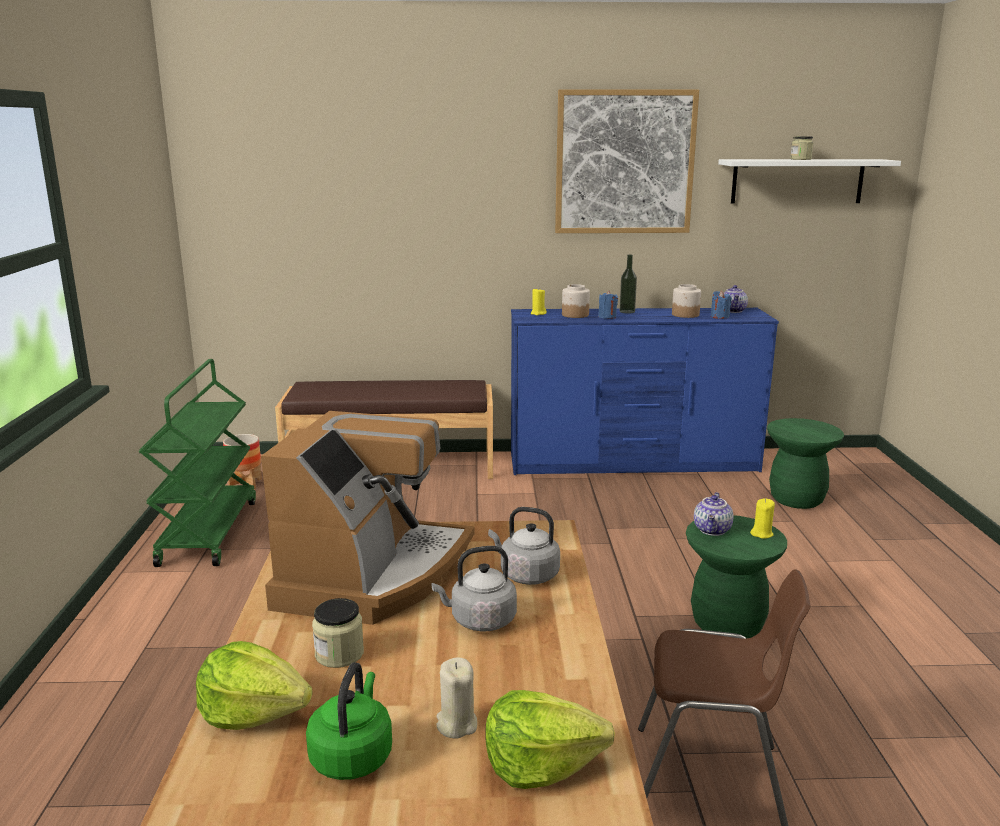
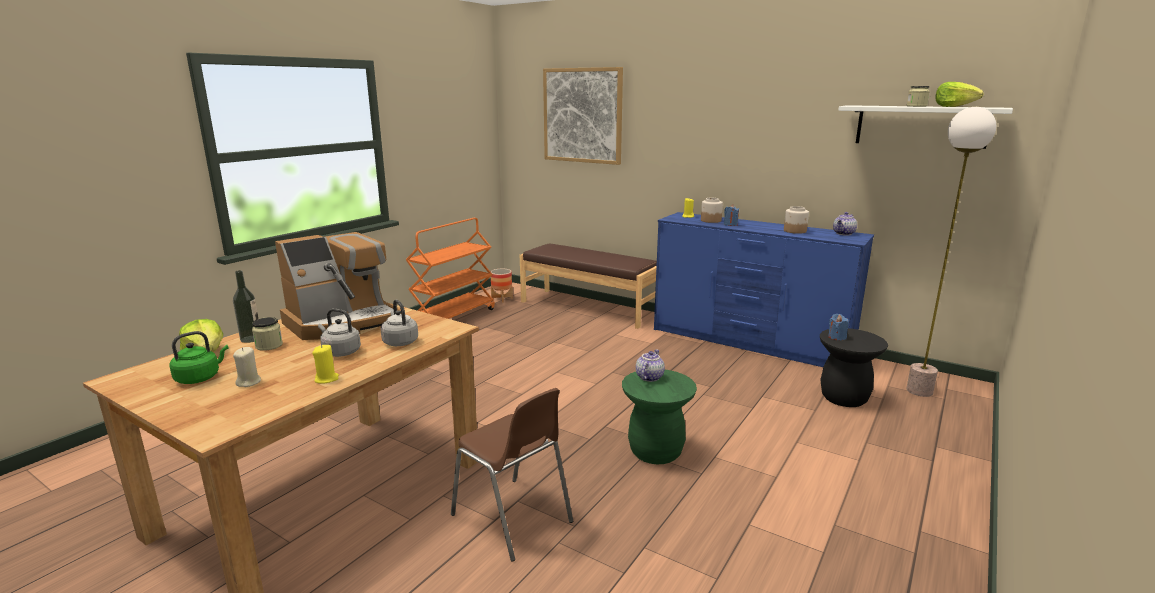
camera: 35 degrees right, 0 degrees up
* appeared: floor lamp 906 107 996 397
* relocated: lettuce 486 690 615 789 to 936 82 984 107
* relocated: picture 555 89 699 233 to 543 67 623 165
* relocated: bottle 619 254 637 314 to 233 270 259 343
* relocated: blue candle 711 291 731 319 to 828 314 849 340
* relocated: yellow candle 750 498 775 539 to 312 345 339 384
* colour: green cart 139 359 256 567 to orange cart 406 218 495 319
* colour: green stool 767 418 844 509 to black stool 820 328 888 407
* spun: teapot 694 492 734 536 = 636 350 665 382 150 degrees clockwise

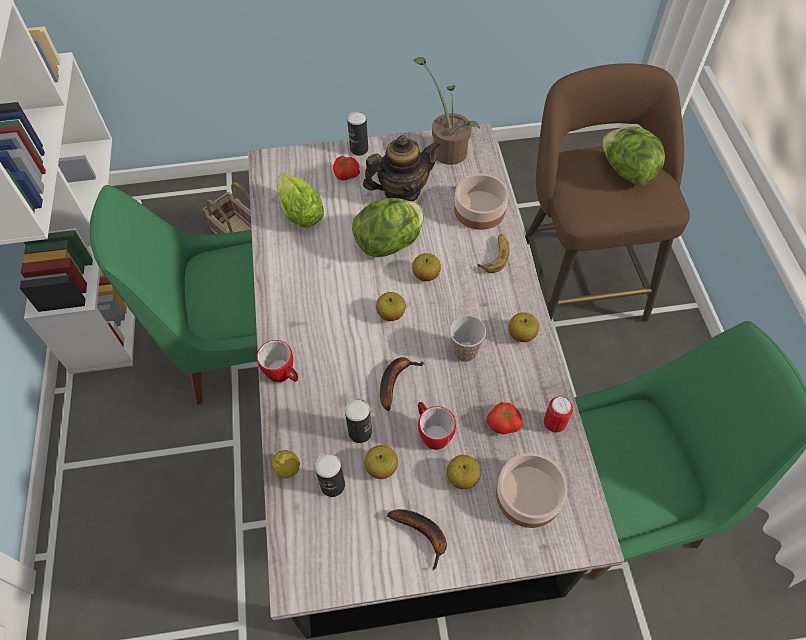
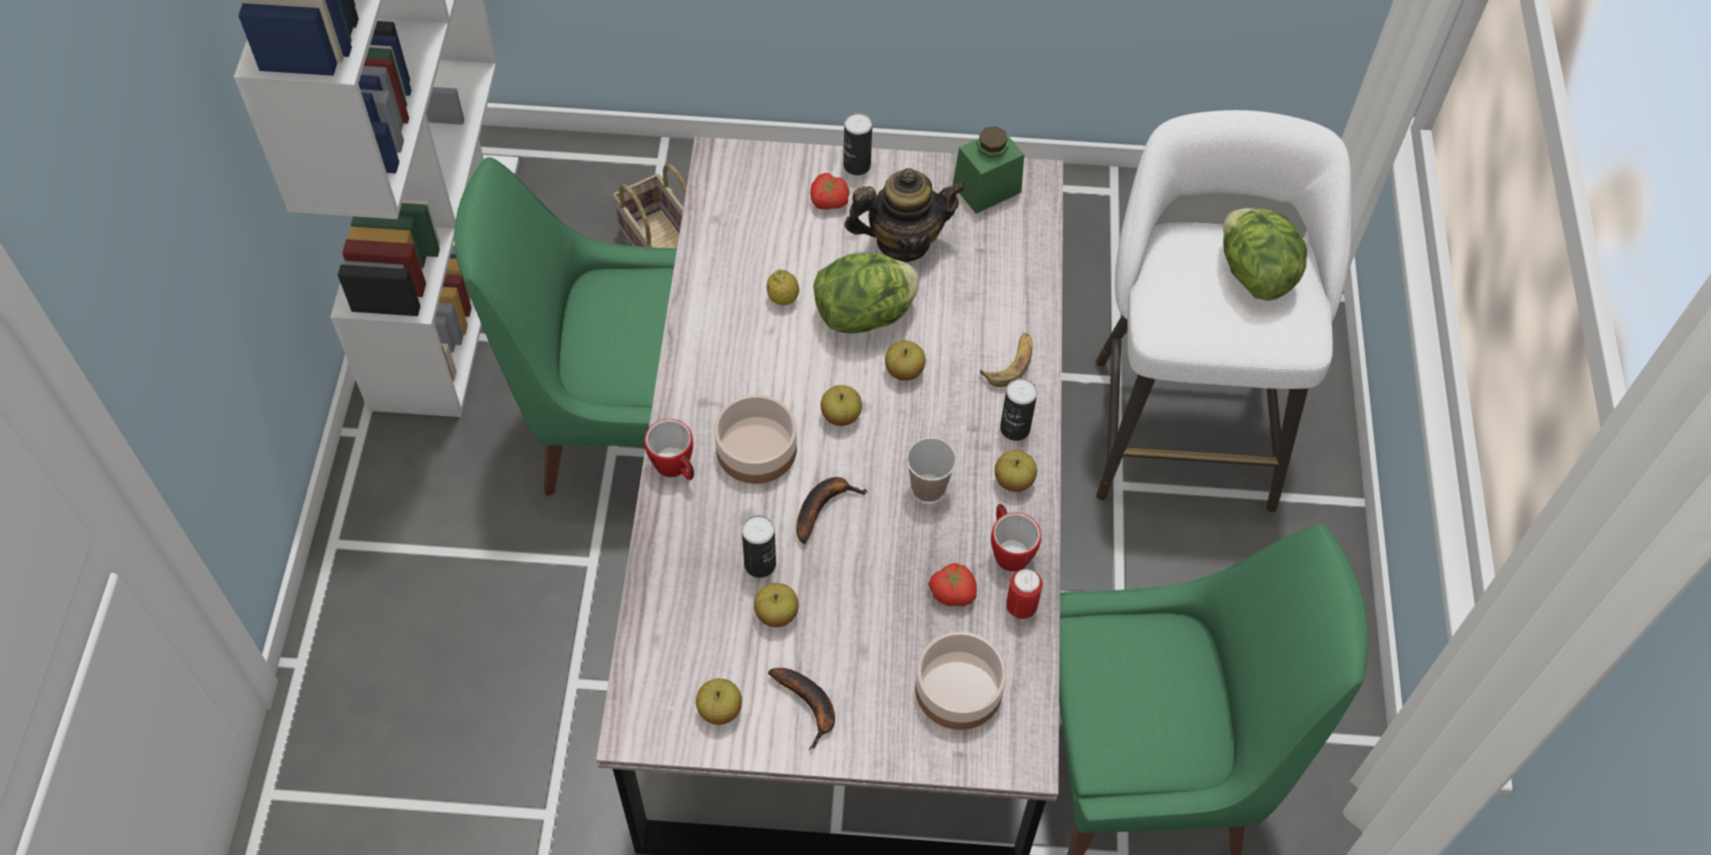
camera: 10 degrees right, 0 degrees up
* missing: lettuce 277 174 324 228
* relocated: lemon 272 450 300 478 to 767 269 799 305
* relocated: can 315 453 345 497 to 1000 378 1037 441
* relocated: mug 418 402 456 450 to 991 504 1041 572
* relocated: apple 447 455 481 489 to 696 678 742 725
* relocated: bowl 454 174 508 230 to 714 394 797 484
* exchanged: potted plant 414 57 480 165 to green jar 953 126 1024 214
* colour: brown stool 525 63 690 322 to white stool 1096 110 1352 512

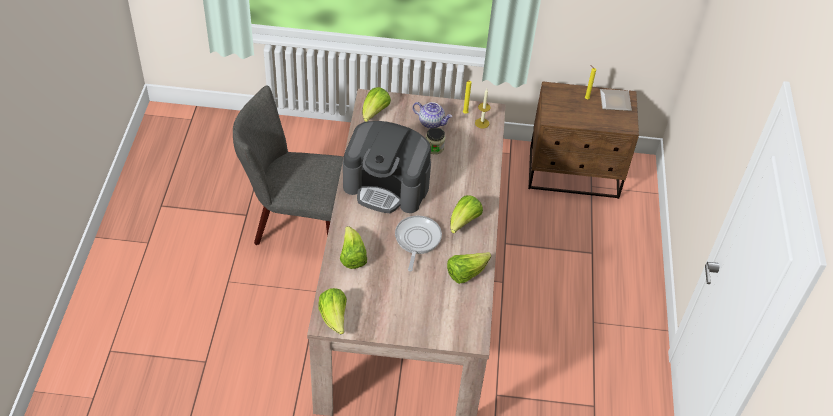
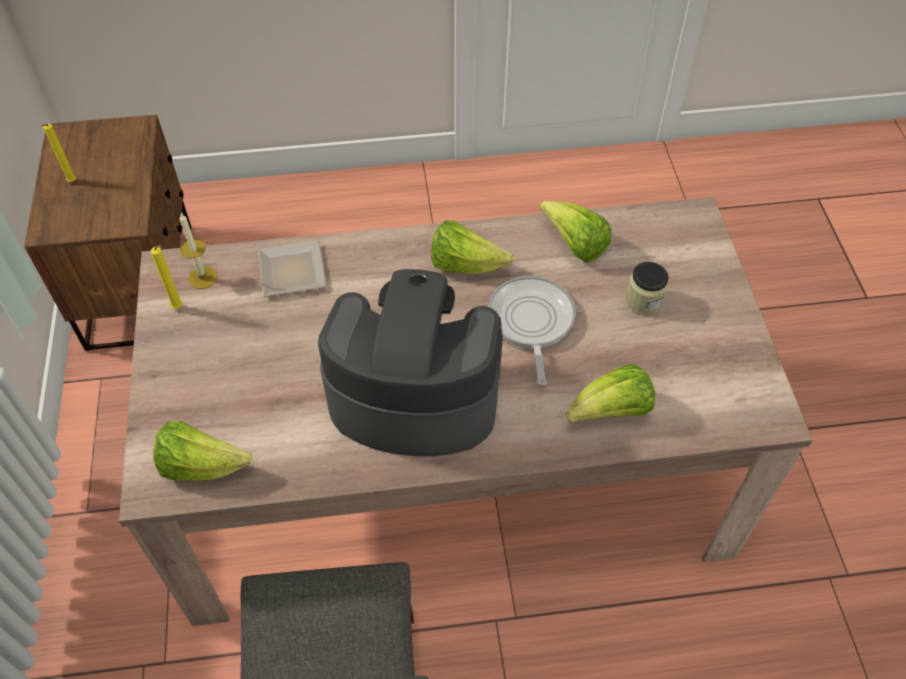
camera: 100 degrees left, 5 degrees up
* missing: lettuce 318 288 347 334
* missing: teapot 412 102 452 129
* relocated: jar 426 127 445 154 to 625 262 669 315
* relocated: plate 600 89 632 111 to 258 241 327 297
* spun: coffee machine 343 121 431 213 = 318 269 503 456 90 degrees counterclockwise
* spun: frying pan 395 216 442 272 = 488 276 575 386 90 degrees clockwise

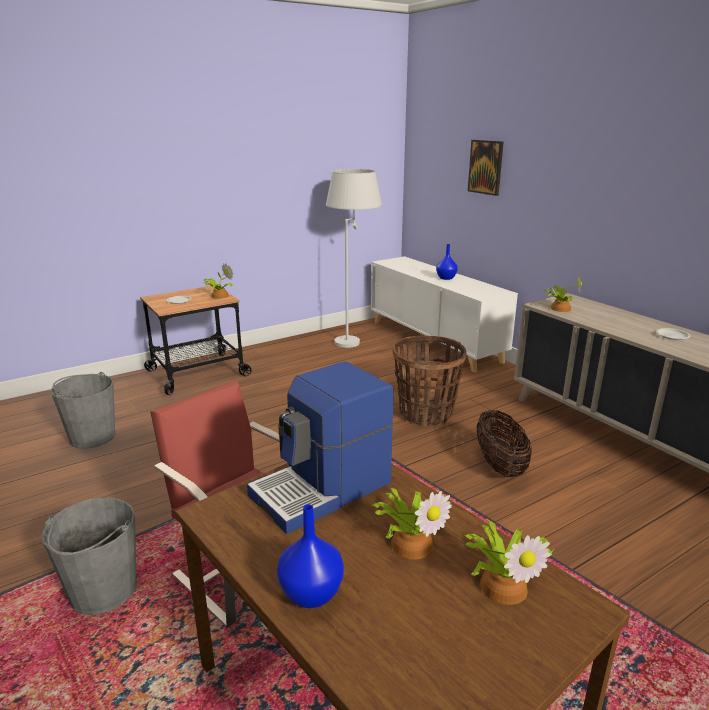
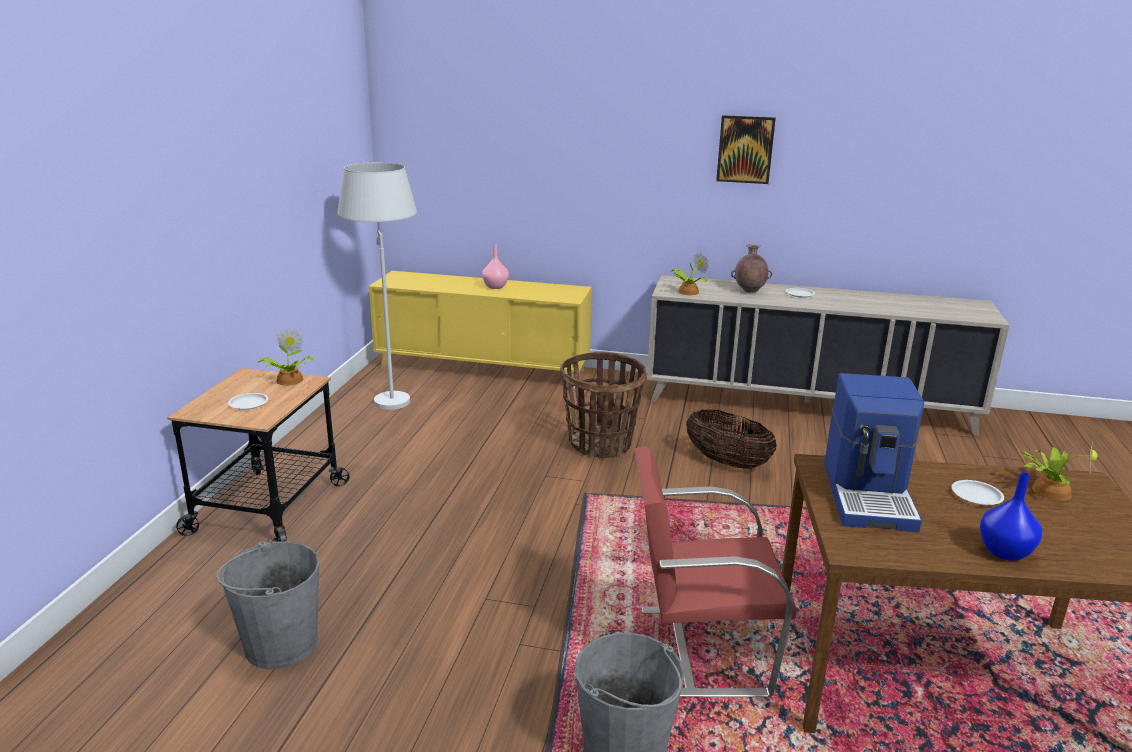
camera: 45 degrees left, 0 degrees up
* appeared: brown vase 731 244 772 293
* relocated: picture 468 140 504 196 to 716 115 776 184
* exchanged: potted plant 371 488 452 560 to white plate 952 480 1004 505
* colour: white cabinet 371 256 518 373 to yellow cabinet 369 271 592 388
* colour: blue vase 436 244 458 280 to pink vase 482 244 509 289

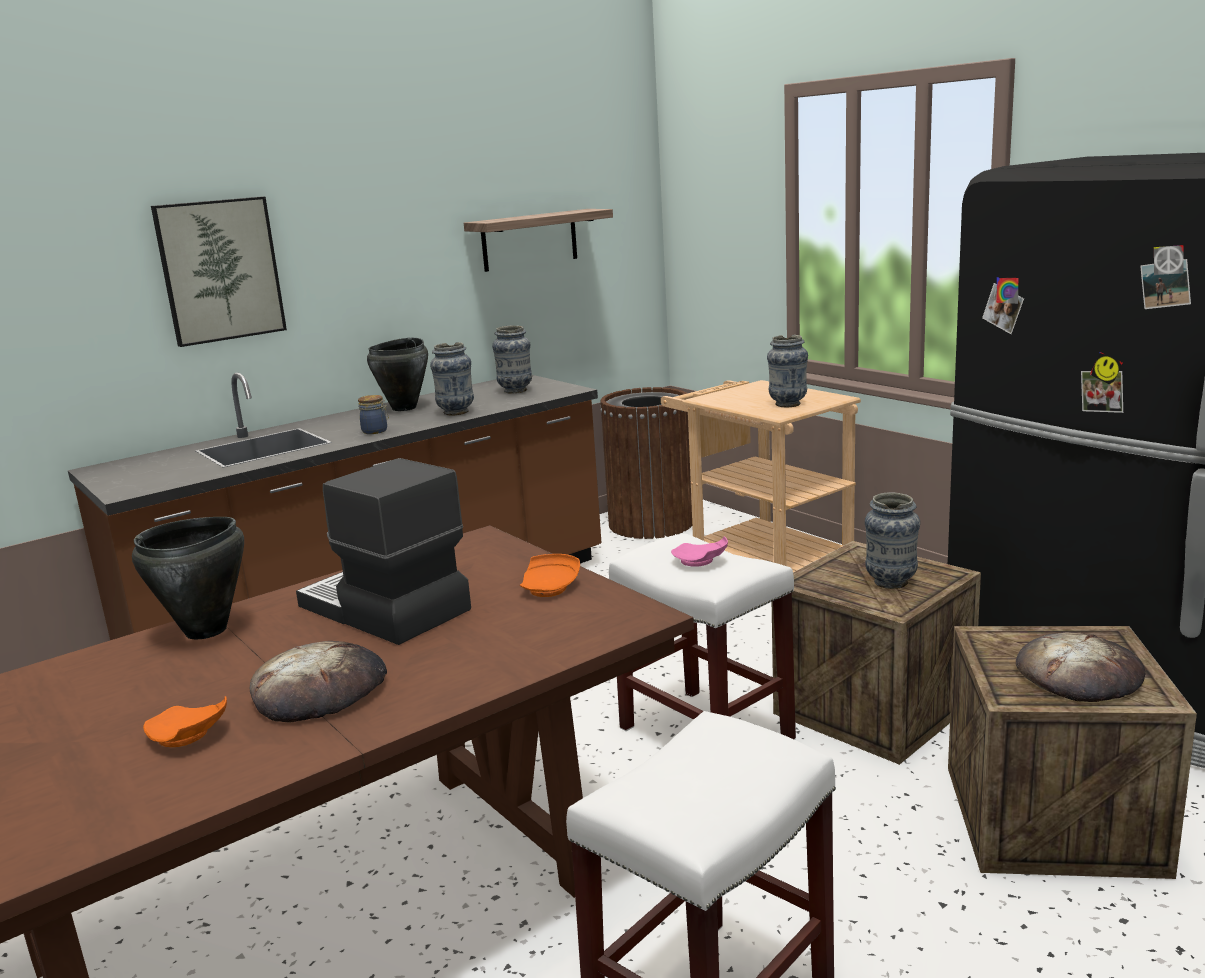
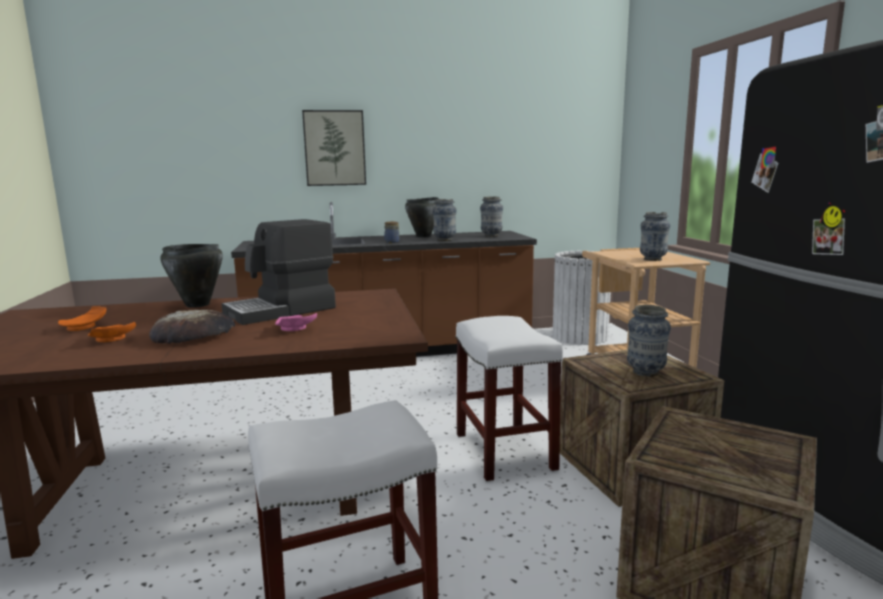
camera: 25 degrees right, 5 degrees down
* missing: shelf 464 209 613 272
* missing: bread 1016 632 1146 702
* relocated: orange plate 520 554 580 597 to 58 307 106 331
* relocated: pink plate 671 536 728 566 to 275 313 317 331
* colour: brown trash can 600 387 692 539 to white trash can 553 251 611 345
* spun: coffee machine 296 458 471 645 = 222 219 336 325 105 degrees counterclockwise

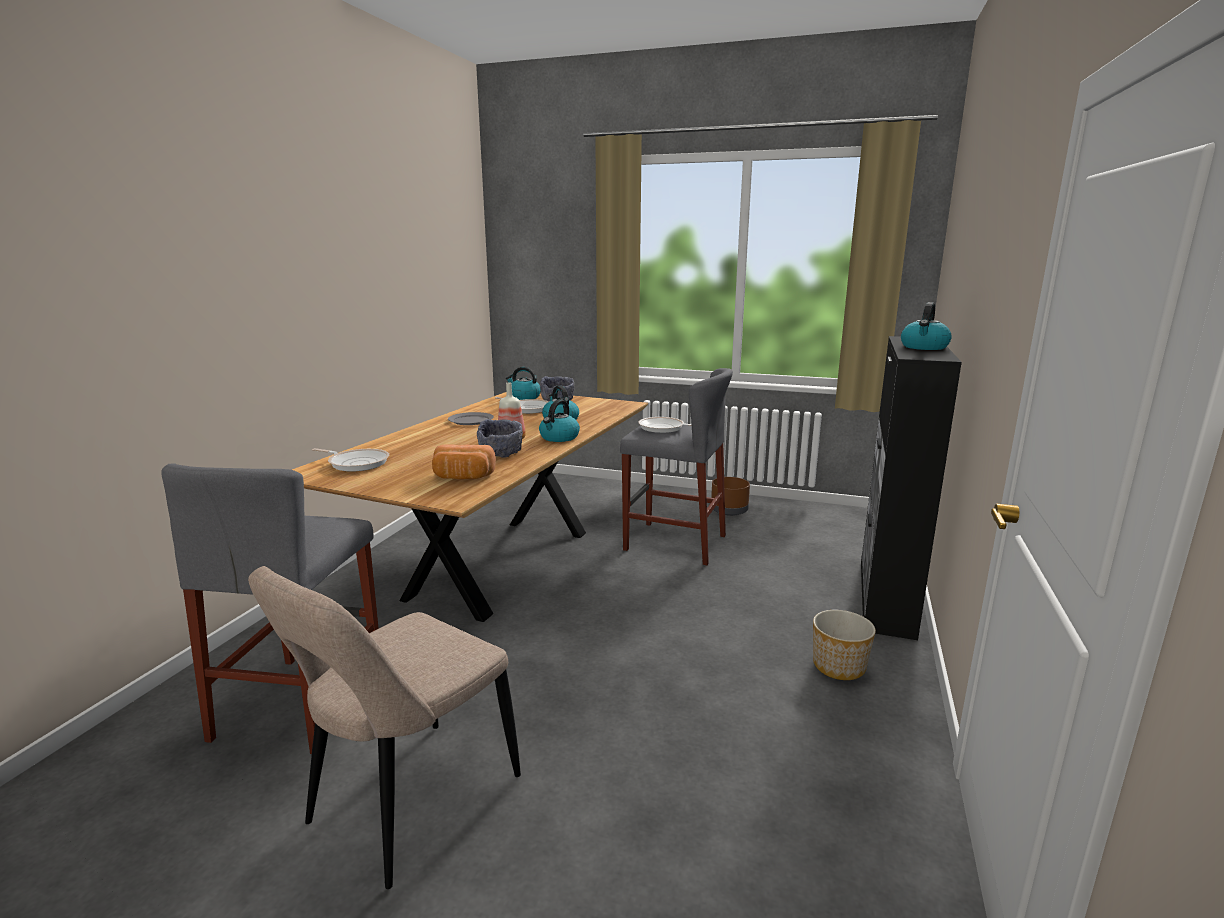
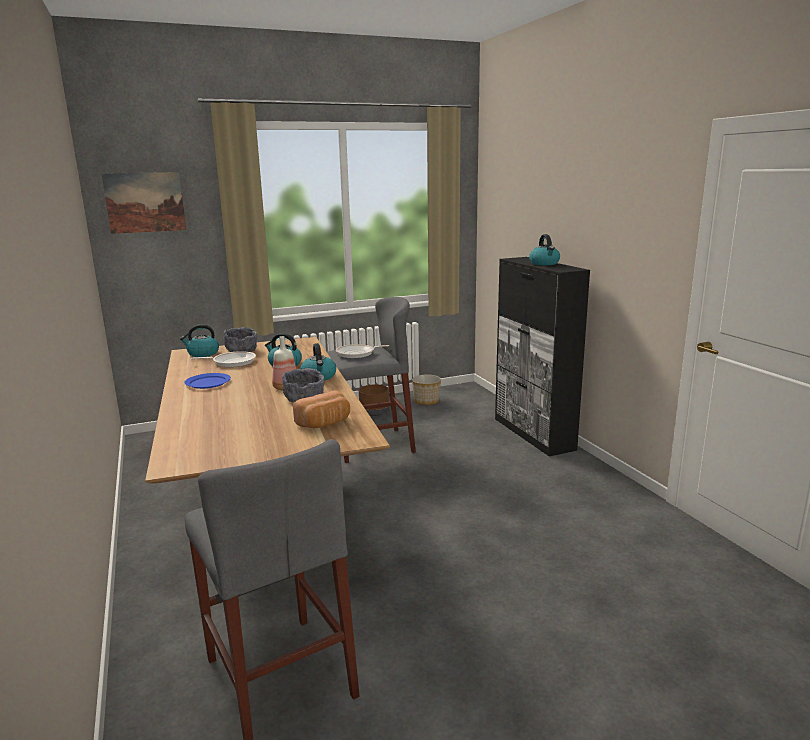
camera: 40 degrees left, 0 degrees up
* missing: beige chair 248 566 521 889
* missing: frying pan 312 448 389 472
* appeared: picture 102 172 186 234
* relocated: planter 813 610 876 680 to 412 374 441 405
* colour: grey plate 448 412 494 425 to blue plate 184 373 231 389

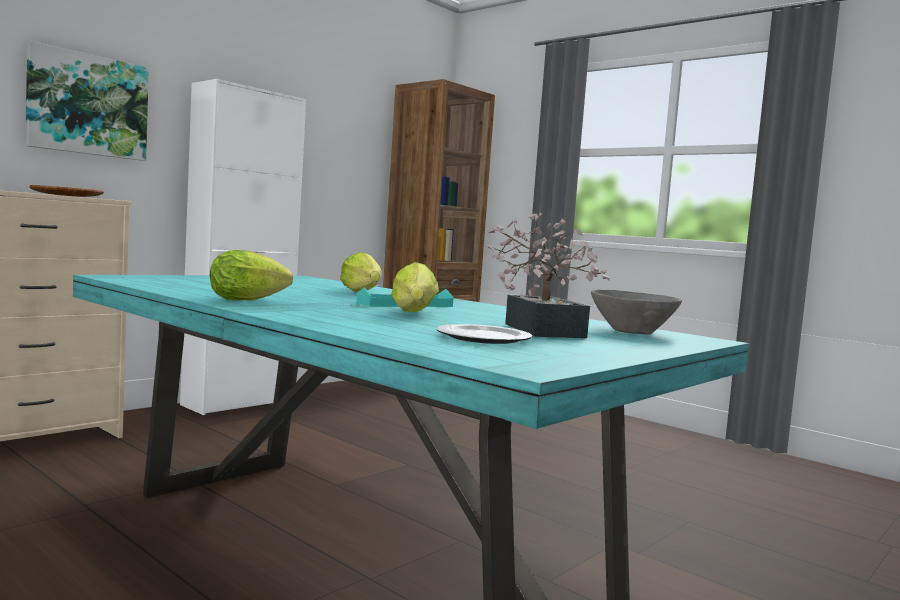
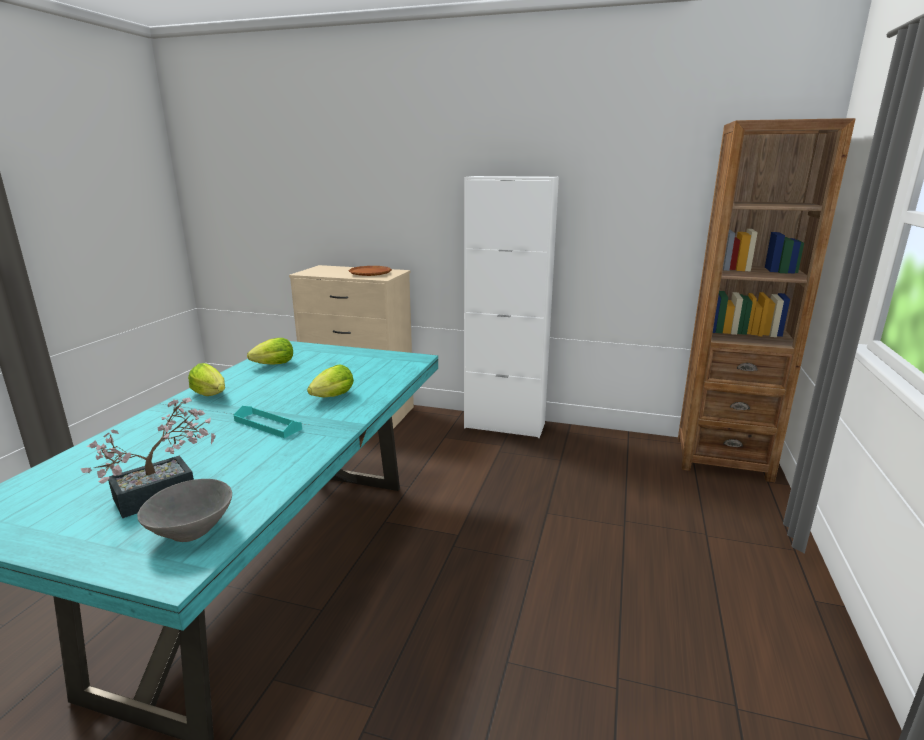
camera: 65 degrees right, 15 degrees up
* missing: picture 26 41 149 161
* missing: plate 437 324 532 344
* relocated: lettuce 391 262 439 312 to 247 338 293 365

